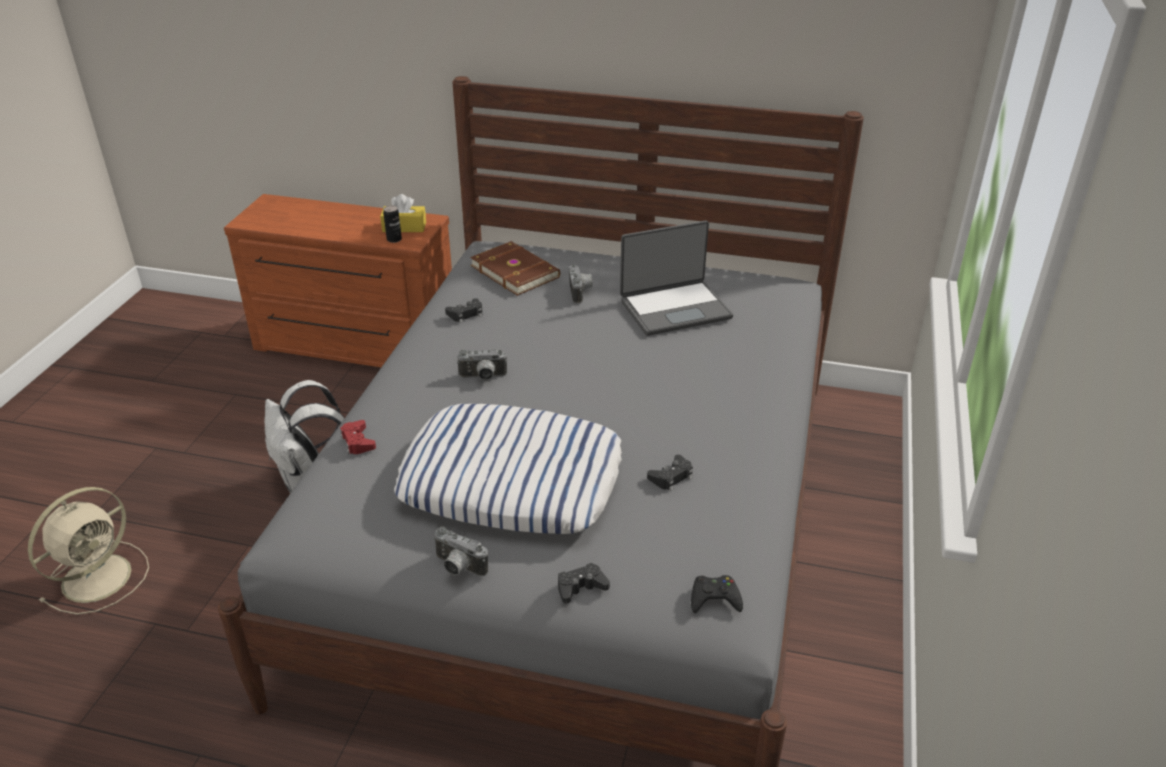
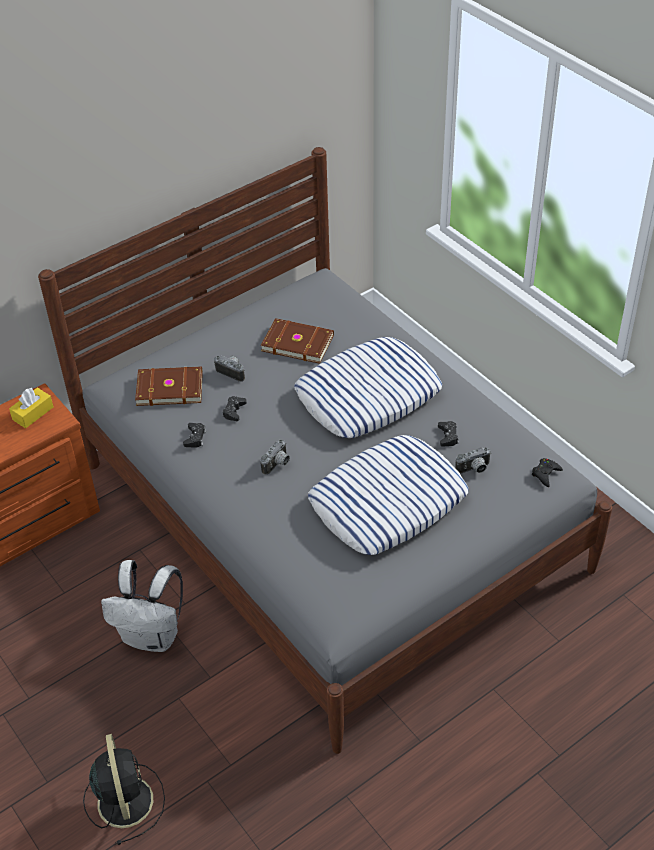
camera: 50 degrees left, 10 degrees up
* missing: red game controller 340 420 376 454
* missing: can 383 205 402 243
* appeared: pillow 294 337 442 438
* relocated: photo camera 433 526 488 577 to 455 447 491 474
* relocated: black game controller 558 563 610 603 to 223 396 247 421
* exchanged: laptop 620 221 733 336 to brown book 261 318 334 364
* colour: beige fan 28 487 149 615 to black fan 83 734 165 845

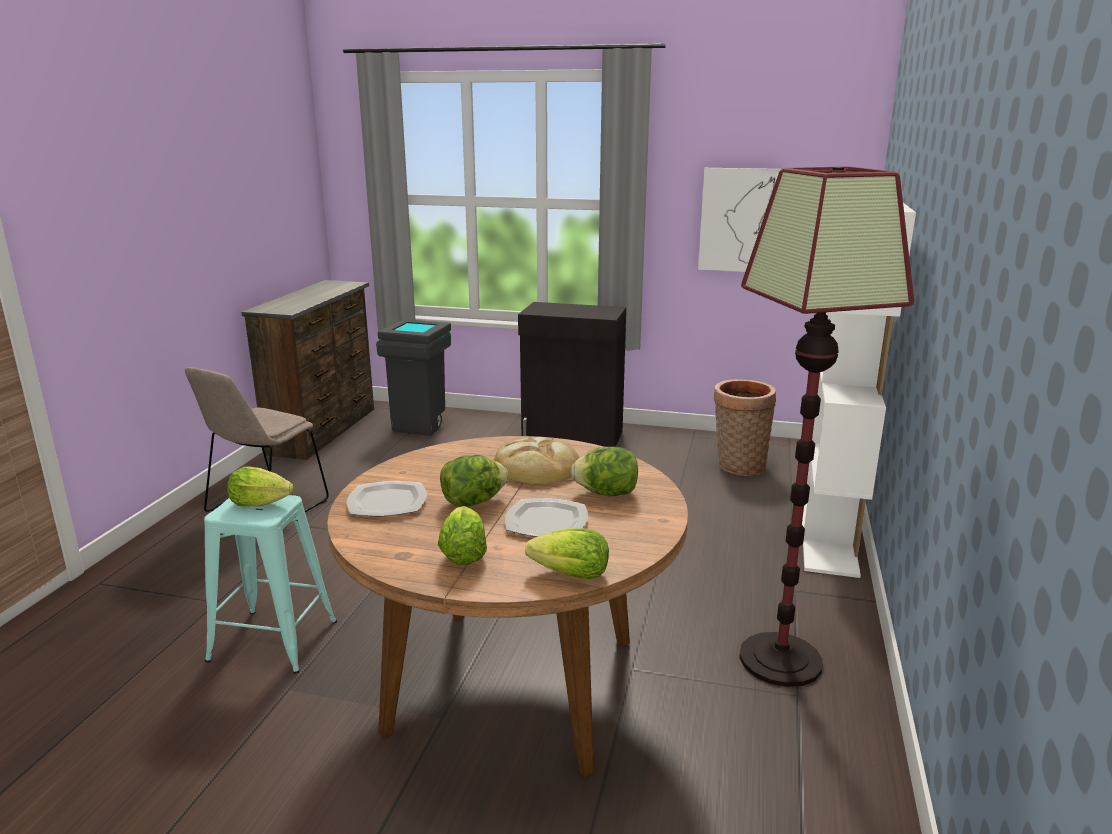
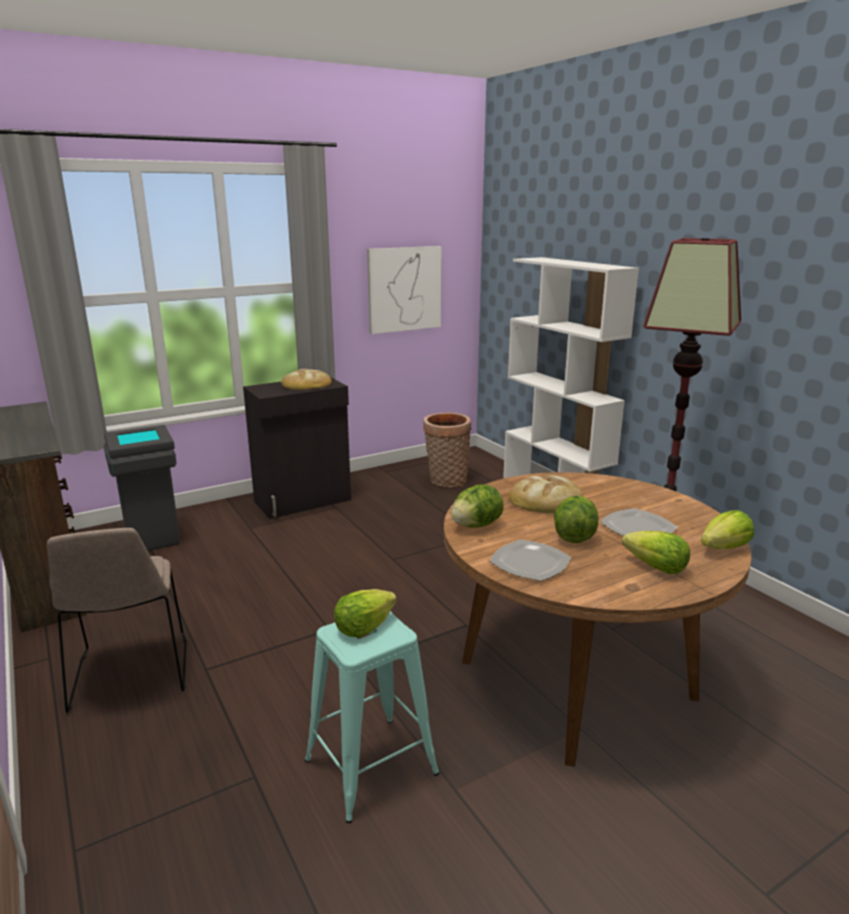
camera: 45 degrees left, 0 degrees up
* appeared: bread 281 369 332 390
* relocated: lettuce 571 447 638 496 to 451 484 504 528

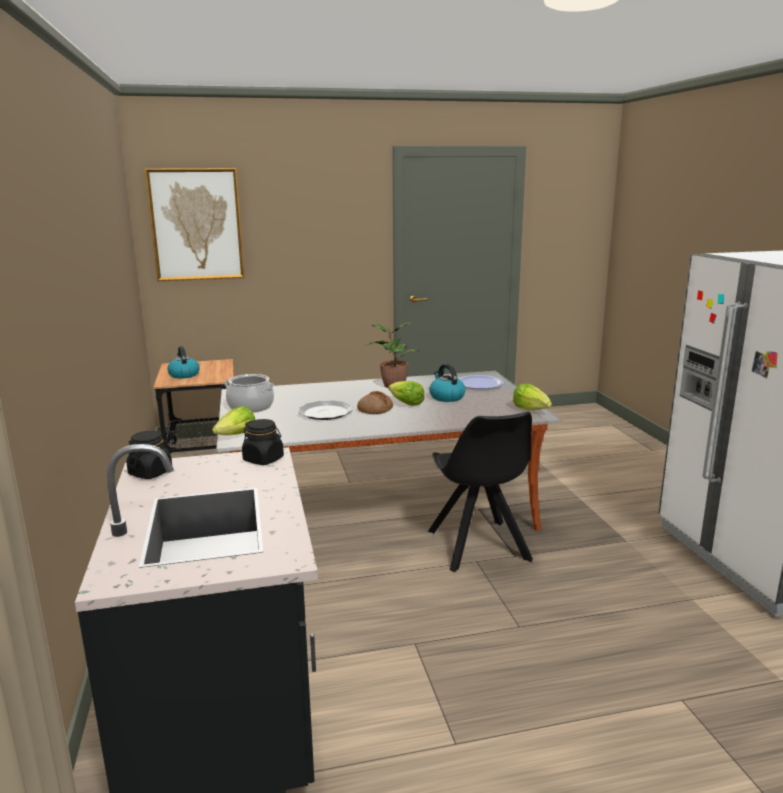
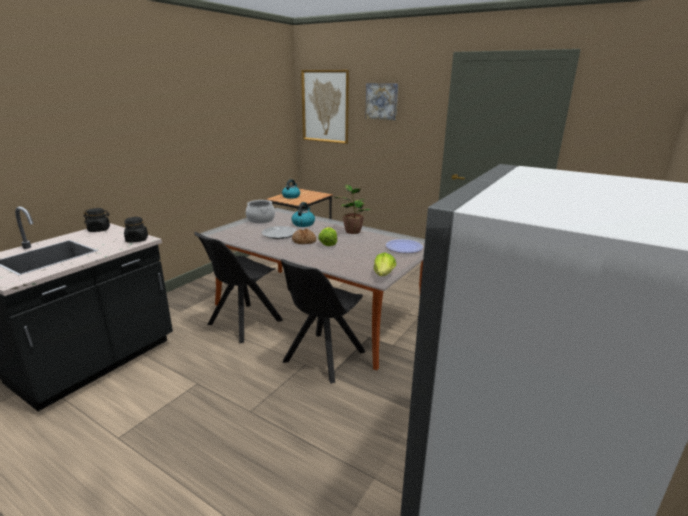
camera: 45 degrees right, 5 degrees up
* missing: lettuce 212 406 255 435
* appeared: black chair 194 232 283 343
* appeared: picture 365 83 398 120
* relocated: kettle 429 364 466 402 to 292 202 315 227

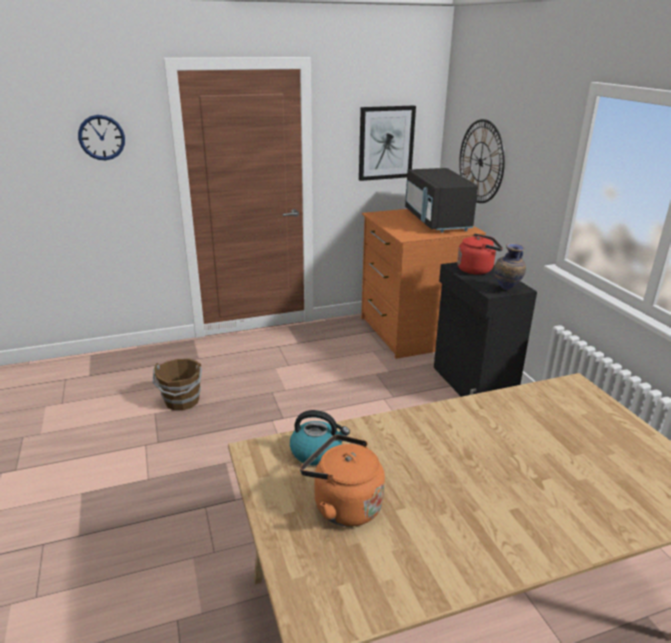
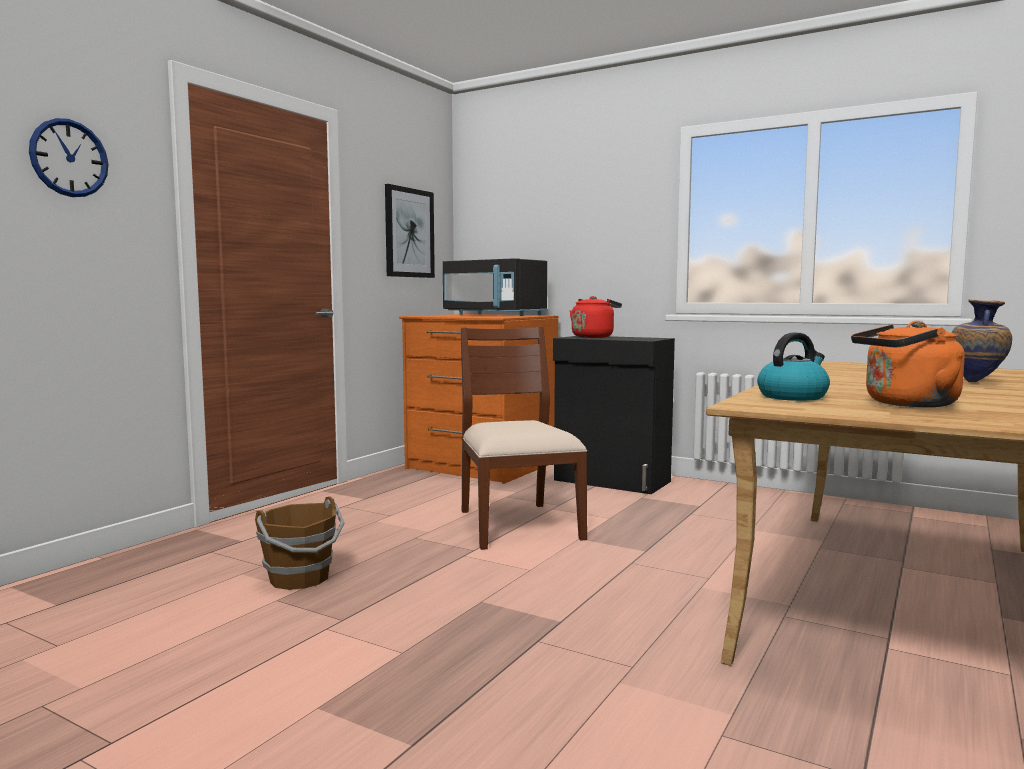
camera: 40 degrees left, 20 degrees down
* missing: wall clock 459 119 505 203
* appeared: brown chair 461 327 587 550
* relocated: vase 494 243 526 290 to 951 299 1012 382

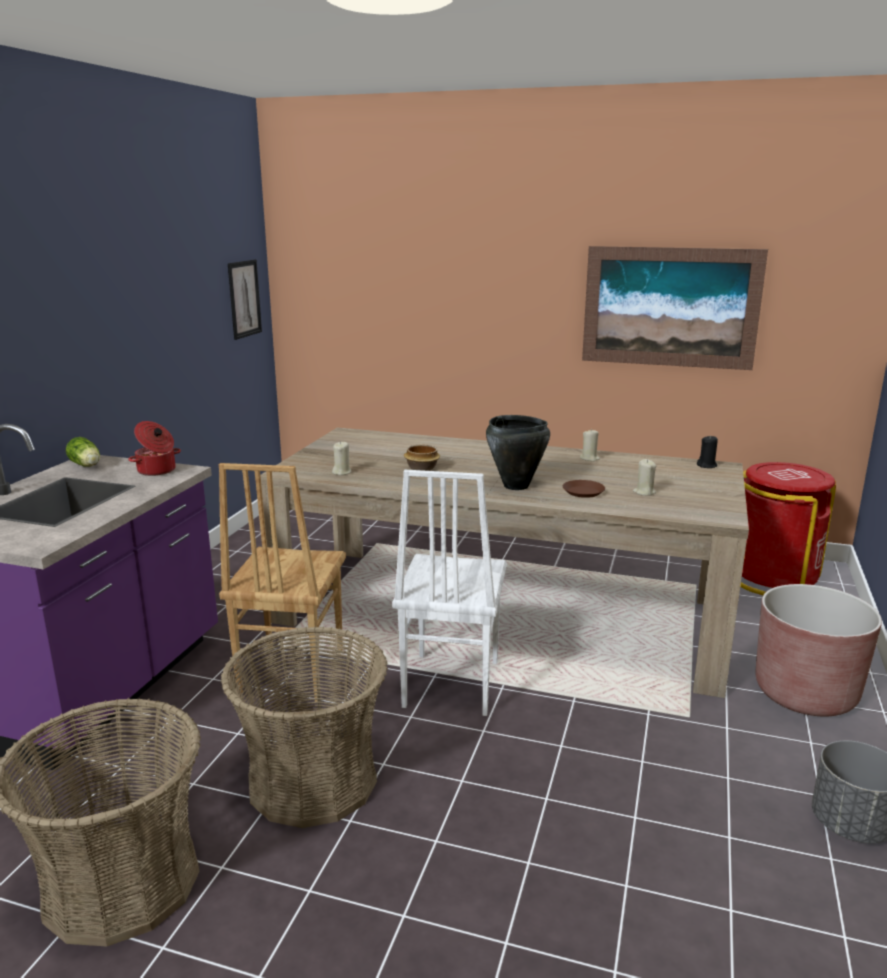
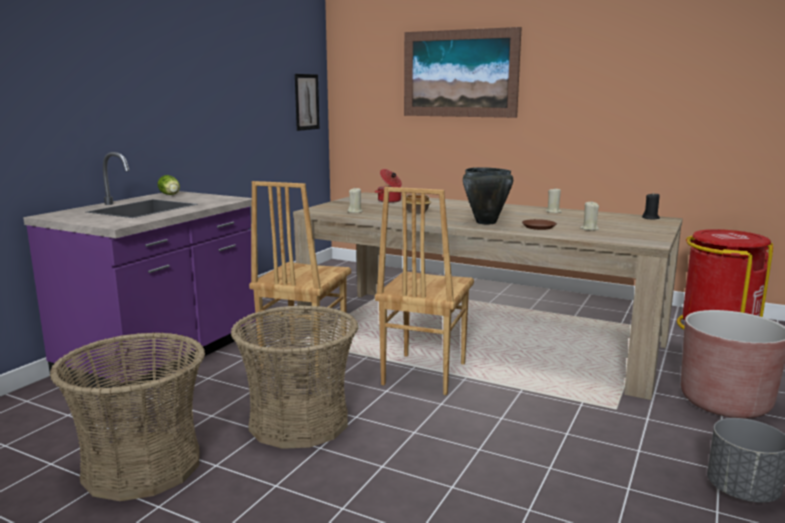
camera: 10 degrees right, 5 degrees down
* relocated: cooking pot 128 421 181 476 to 374 169 402 203
* relocated: picture 582 246 768 370 to 404 27 522 118
* colour: white chair 392 470 507 716 to brown chair 375 187 474 395

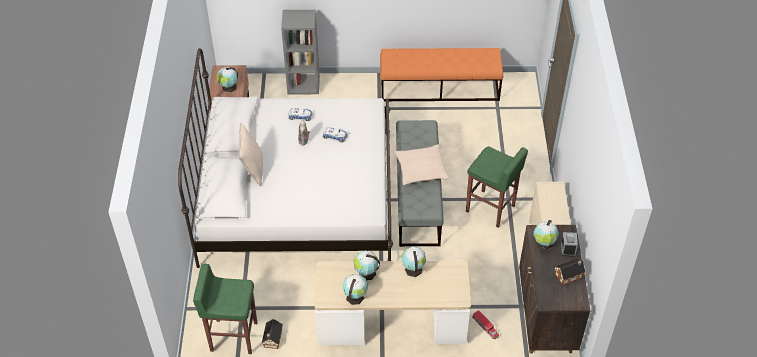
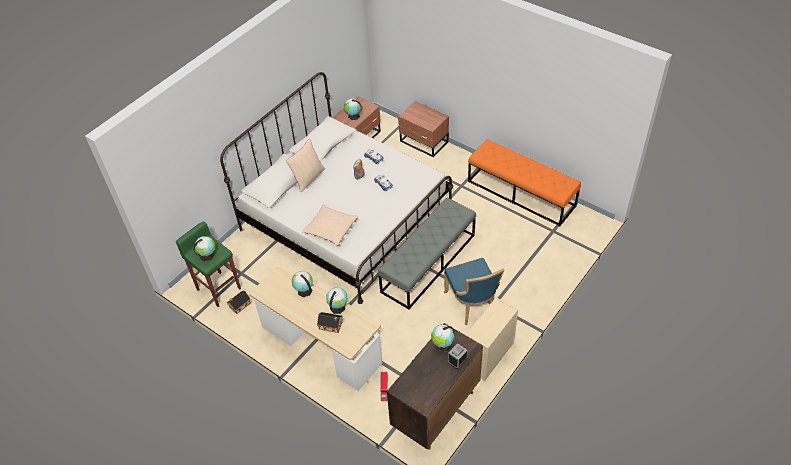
camera: 40 degrees right, 0 degrees up
* relocated: globe 343 274 368 305 to 193 236 215 261
* relocated: beige pillow 394 144 449 185 to 302 205 358 245
* relocated: toy house 554 259 586 285 to 317 312 343 333
* exchanged: grey bookcase 281 10 320 95 to brown nightstand 398 101 449 157
* exchanged: green stool 466 146 528 228 to blue chair 444 258 504 325

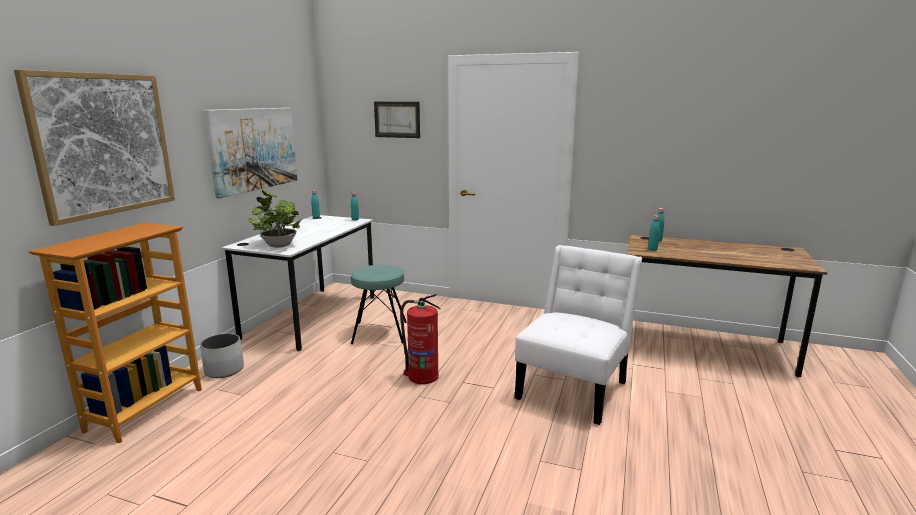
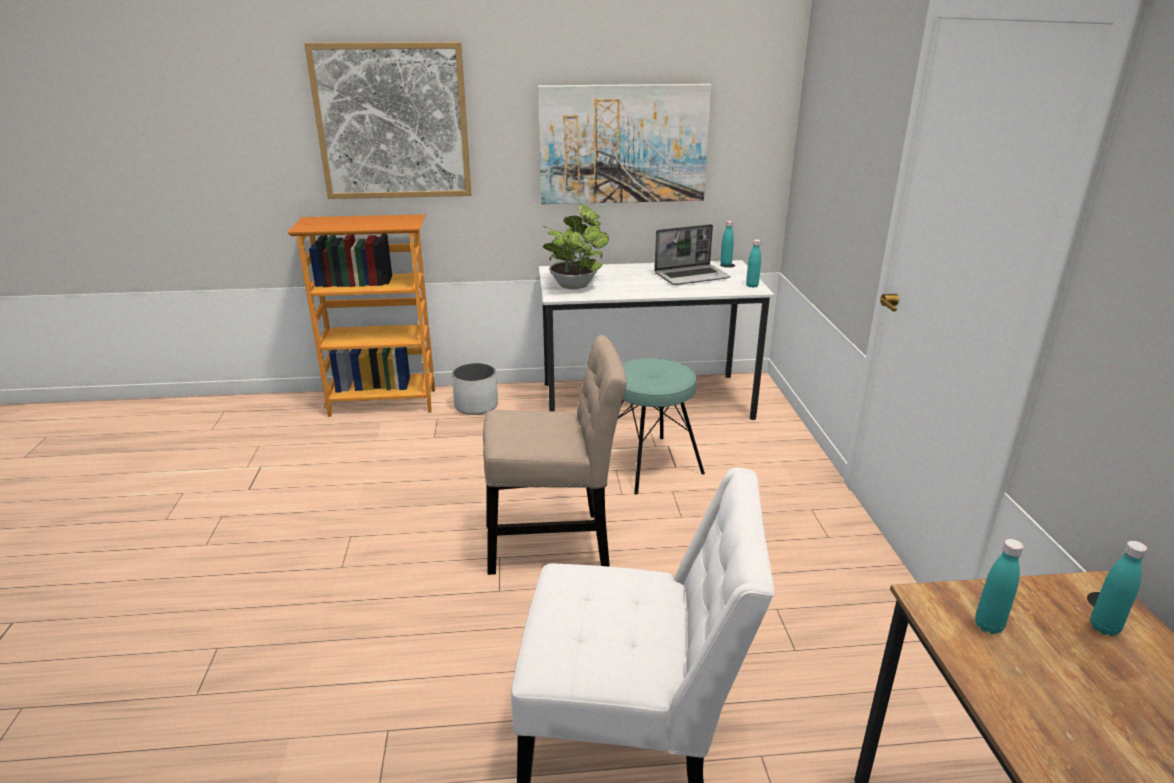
camera: 65 degrees right, 10 degrees up
* missing: picture 374 102 420 138
* appeared: laptop 654 224 730 285
* exchanged: fire extinguisher 400 294 441 384 to beige chair 483 335 627 575

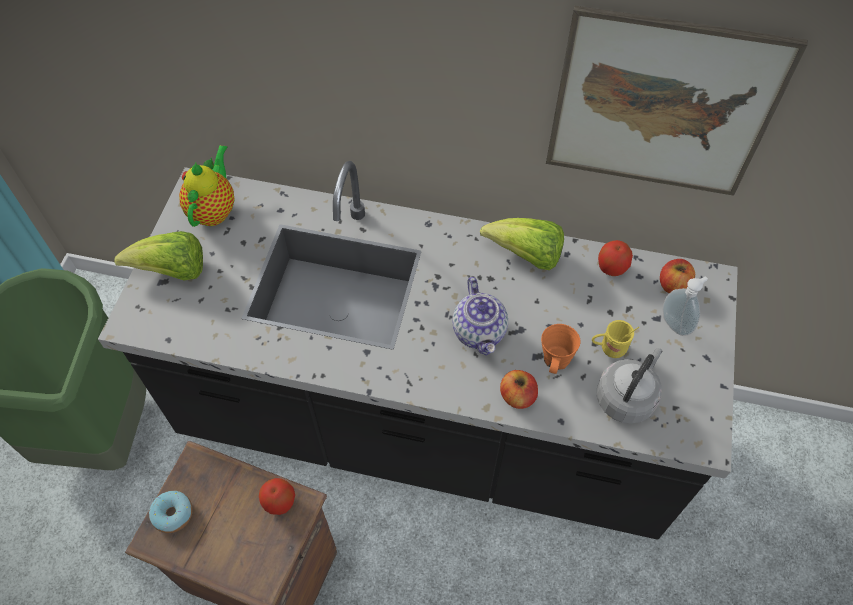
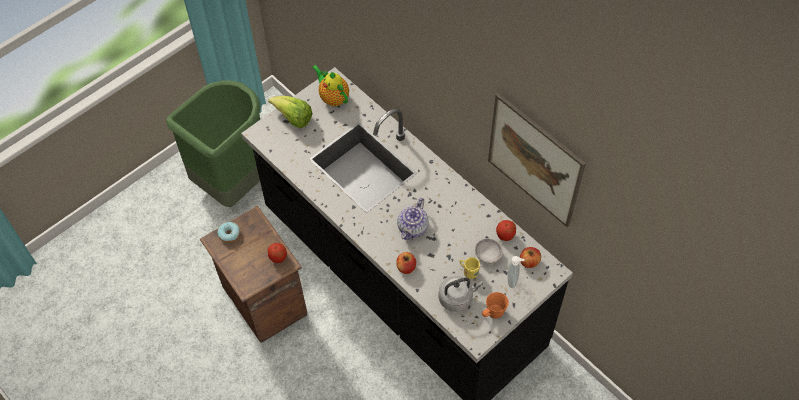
camera: 35 degrees right, 0 degrees up
* missing: lettuce 480 218 564 270
* appeared: grey bowl 475 238 502 263
* relocated: orange mug 541 324 581 374 to 482 292 509 319
* spun: teapot 179 145 234 227 = 312 65 349 106 90 degrees counterclockwise

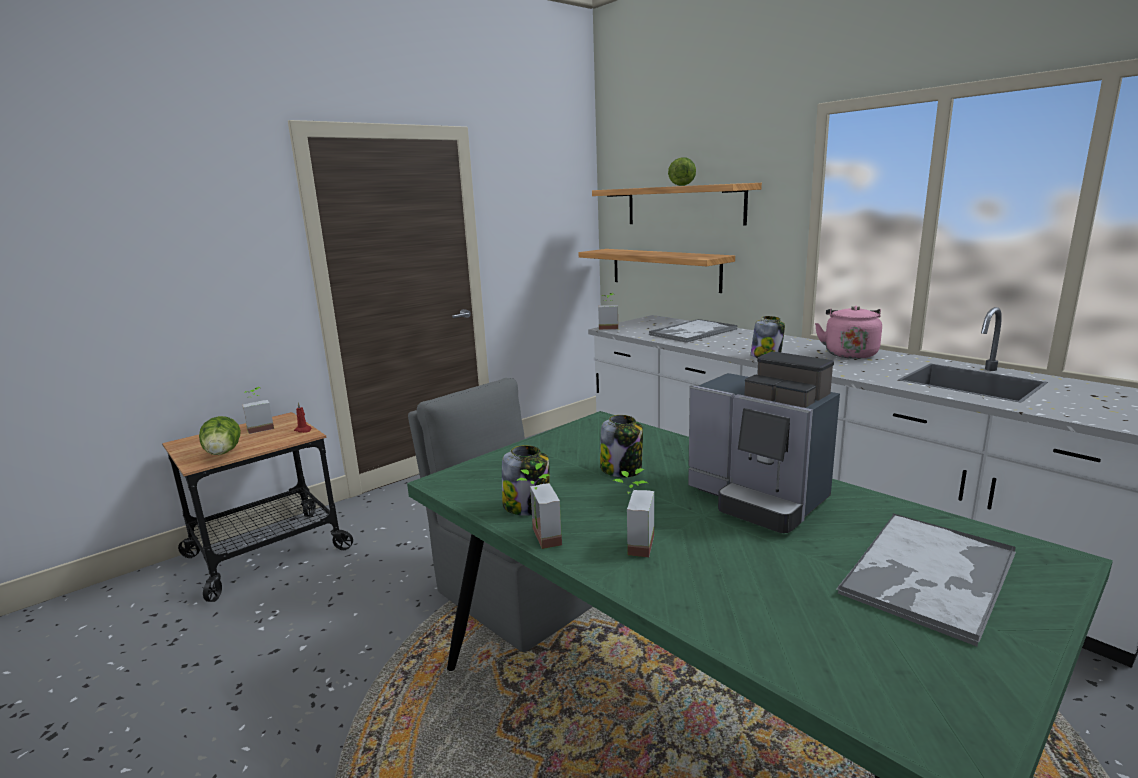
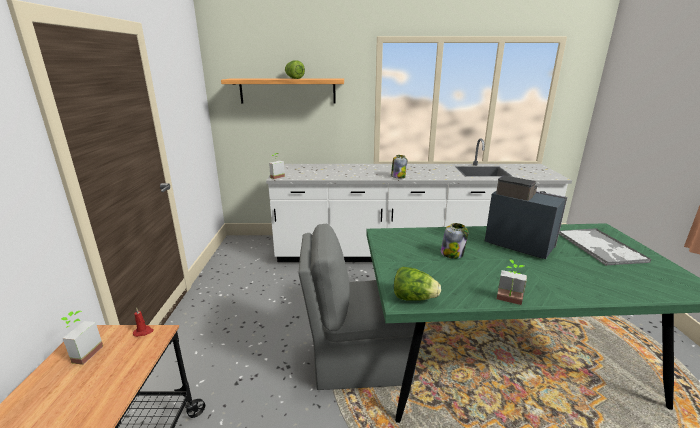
camera: 50 degrees left, 5 degrees up
* missing: jar 502 445 550 516
* missing: shelf 578 249 735 293
* missing: potted plant 612 468 654 557
* missing: tray 649 319 737 343
* missing: pink kettle 815 306 882 359
* relocated: lettuce 199 416 241 455 to 394 267 441 301
* spun: coffee machine 688 352 840 533 = 485 176 567 259 135 degrees counterclockwise

